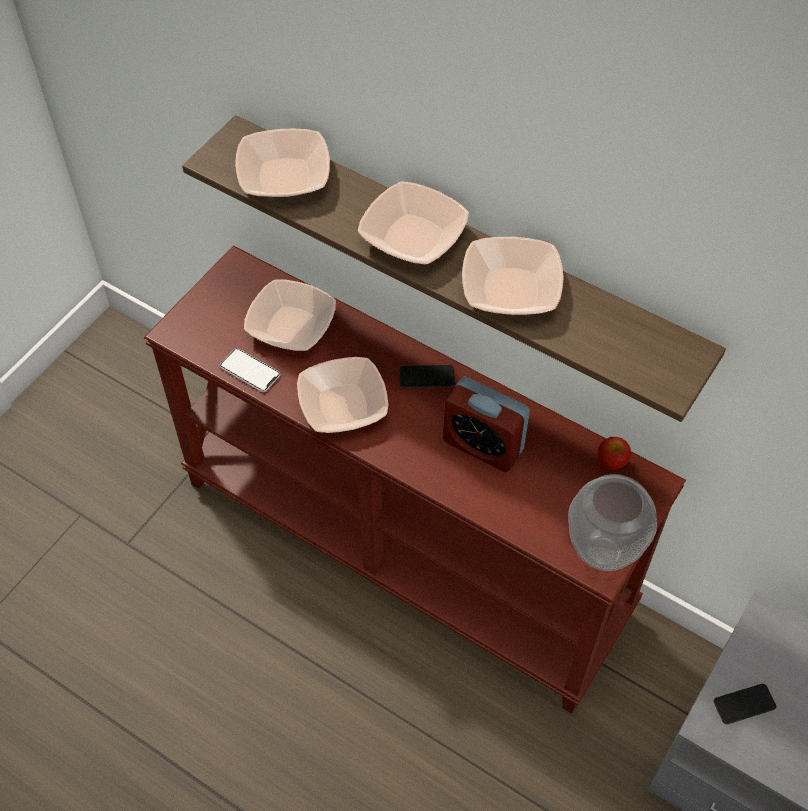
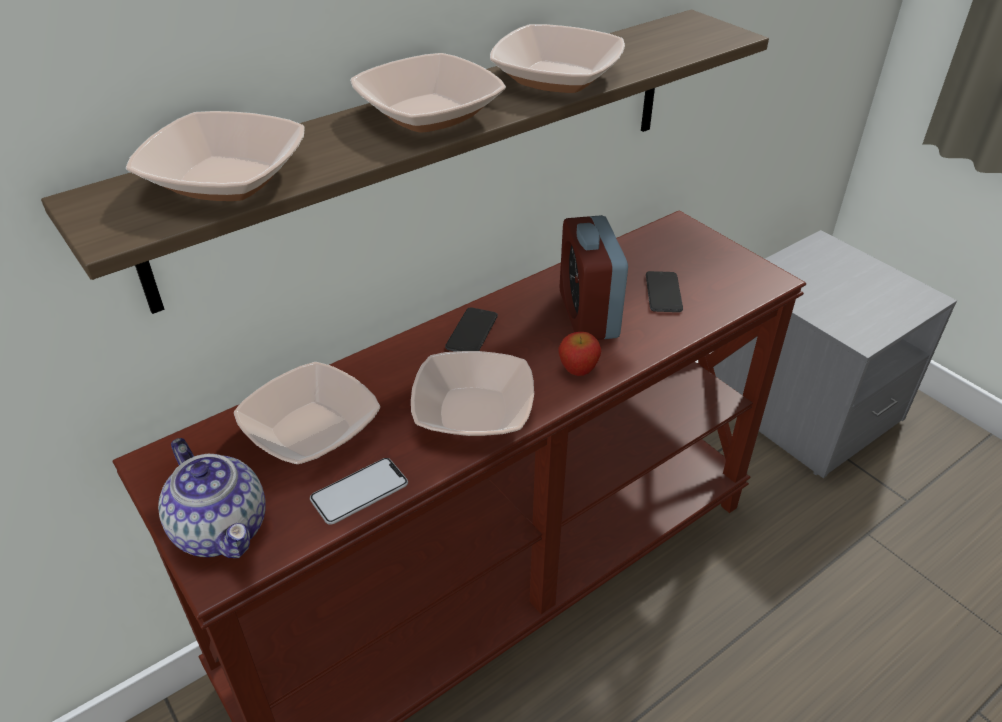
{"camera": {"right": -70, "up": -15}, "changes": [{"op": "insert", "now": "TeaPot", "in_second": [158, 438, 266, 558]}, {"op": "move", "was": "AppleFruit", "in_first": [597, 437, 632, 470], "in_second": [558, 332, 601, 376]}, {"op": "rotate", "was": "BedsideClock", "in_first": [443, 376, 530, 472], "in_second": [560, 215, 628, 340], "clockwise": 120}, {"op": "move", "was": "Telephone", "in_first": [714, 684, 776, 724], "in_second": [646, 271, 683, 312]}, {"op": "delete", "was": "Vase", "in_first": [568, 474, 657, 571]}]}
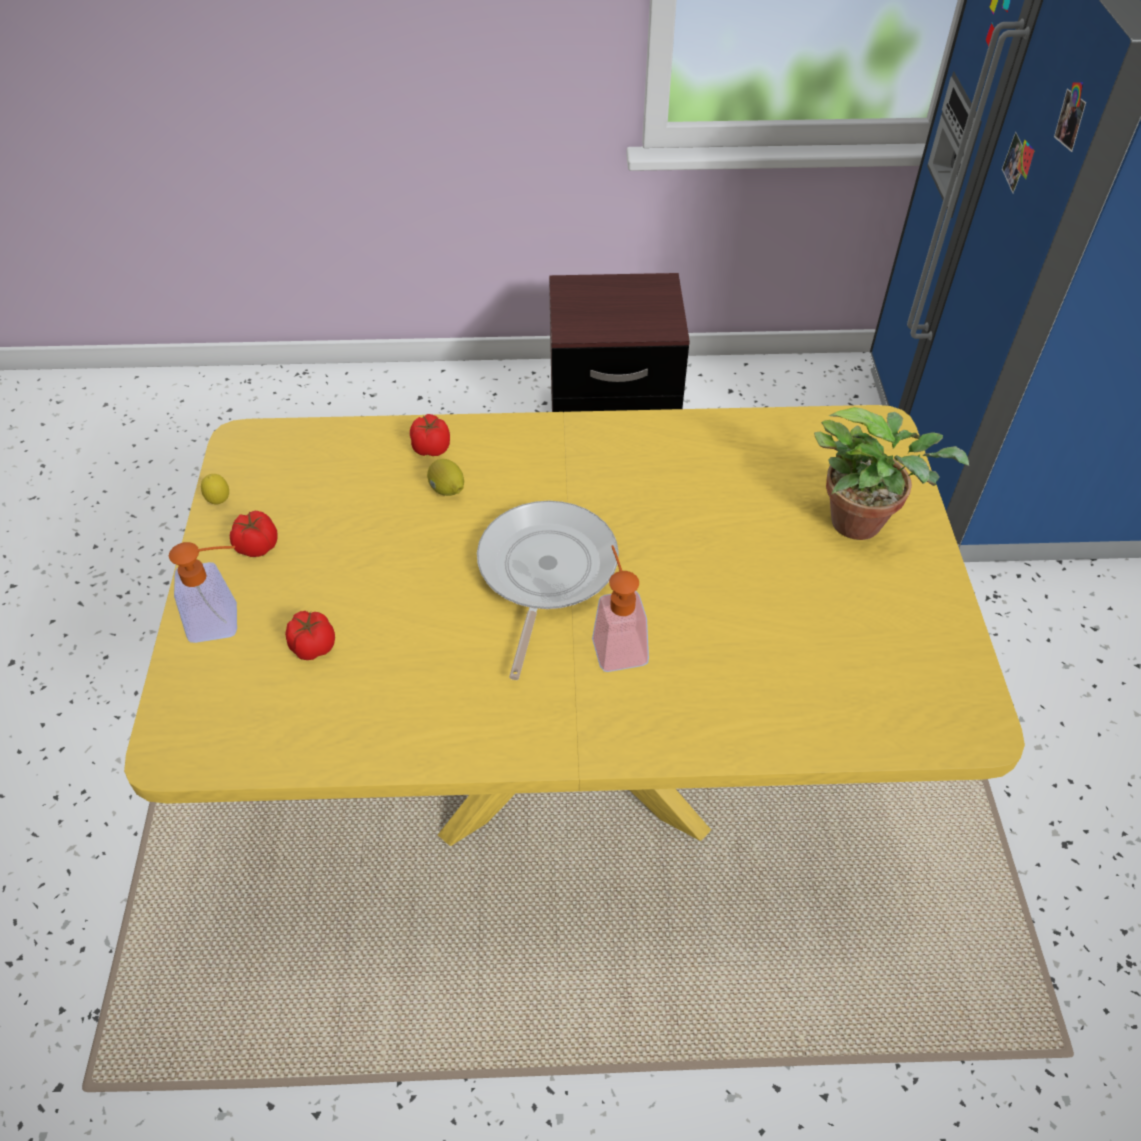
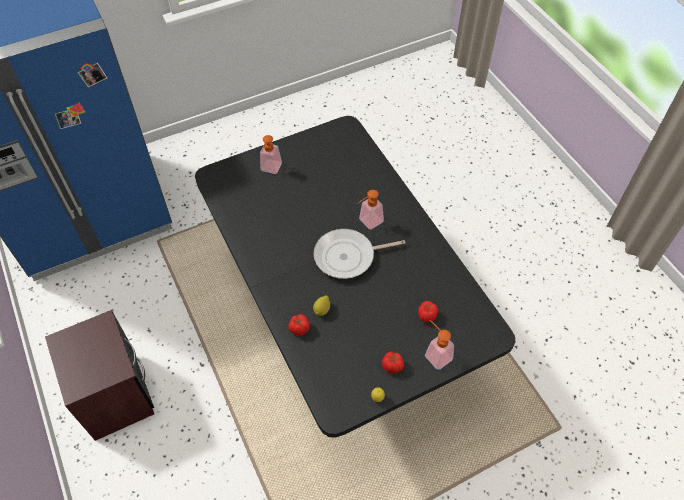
{"camera": {"right": -115, "up": 5}, "changes": [{"op": "recolor", "was": "YellowColouredKitchenTable", "now": "BlackColouredKitchenTable", "in_first": [124, 405, 1025, 846], "in_second": [195, 116, 515, 438]}, {"op": "replace", "was": "Houseplant", "now": "LiquidSoapBottle", "in_first": [814, 407, 969, 540], "in_second": [260, 135, 282, 174]}]}
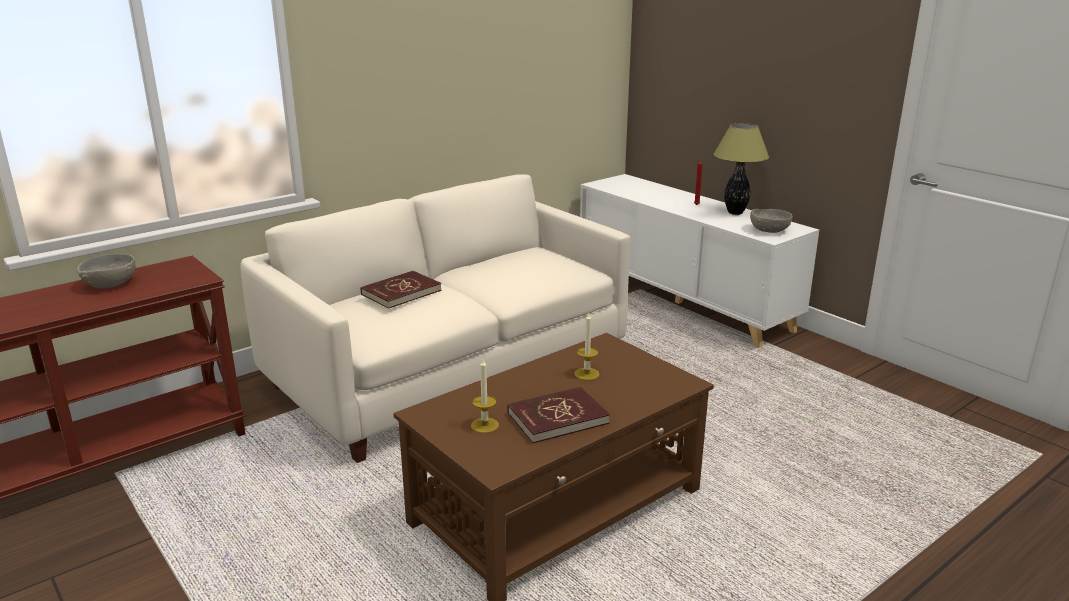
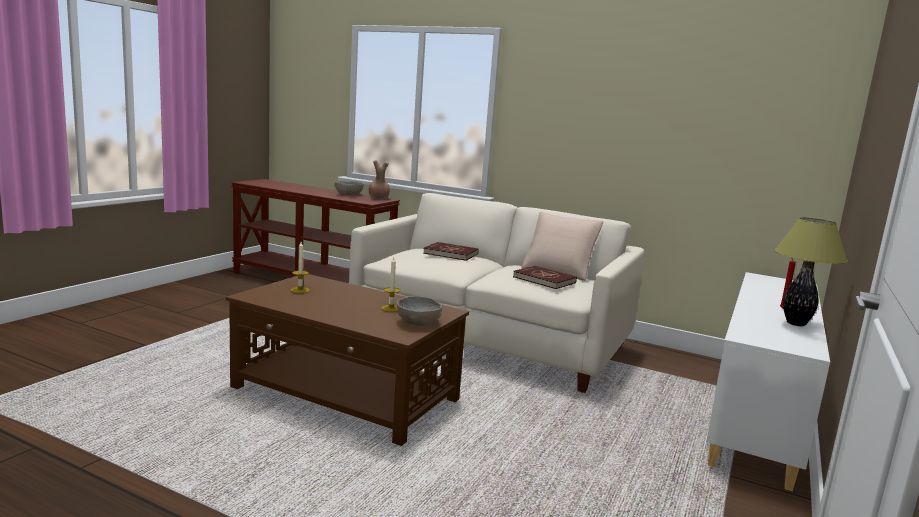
{"camera": {"right": 65, "up": -10}, "changes": [{"op": "insert", "now": "BrownishVase", "in_second": [369, 160, 390, 200]}, {"op": "move", "was": "GreyServingBowl", "in_first": [750, 209, 793, 233], "in_second": [397, 296, 442, 326]}, {"op": "move", "was": "RedColouredBoundBook", "in_first": [507, 387, 610, 443], "in_second": [513, 266, 577, 289]}, {"op": "insert", "now": "BeigeColouredCushion", "in_second": [521, 212, 604, 281]}]}
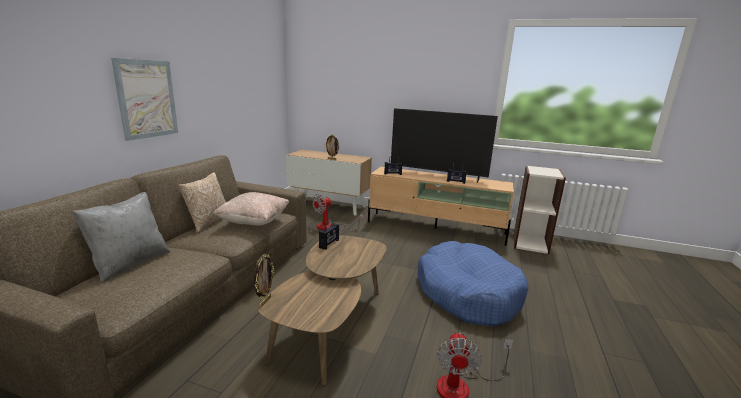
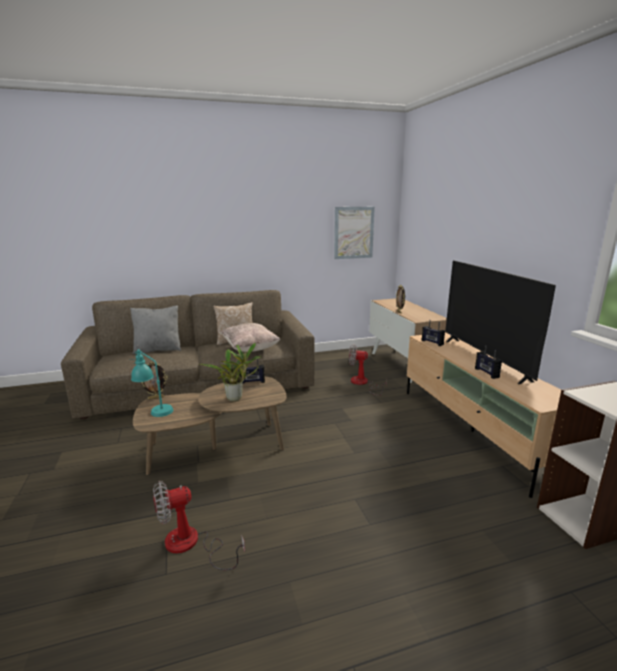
{"camera": {"right": 55, "up": 0}, "changes": [{"op": "insert", "now": "TurquoiseTableLamp", "in_second": [130, 349, 173, 417]}, {"op": "insert", "now": "Houseplant", "in_second": [198, 343, 260, 401]}, {"op": "move", "was": "Picture", "in_first": [111, 58, 178, 141], "in_second": [334, 207, 375, 259]}, {"op": "delete", "was": "BlueColouredDogCushion", "in_first": [417, 241, 528, 327]}]}
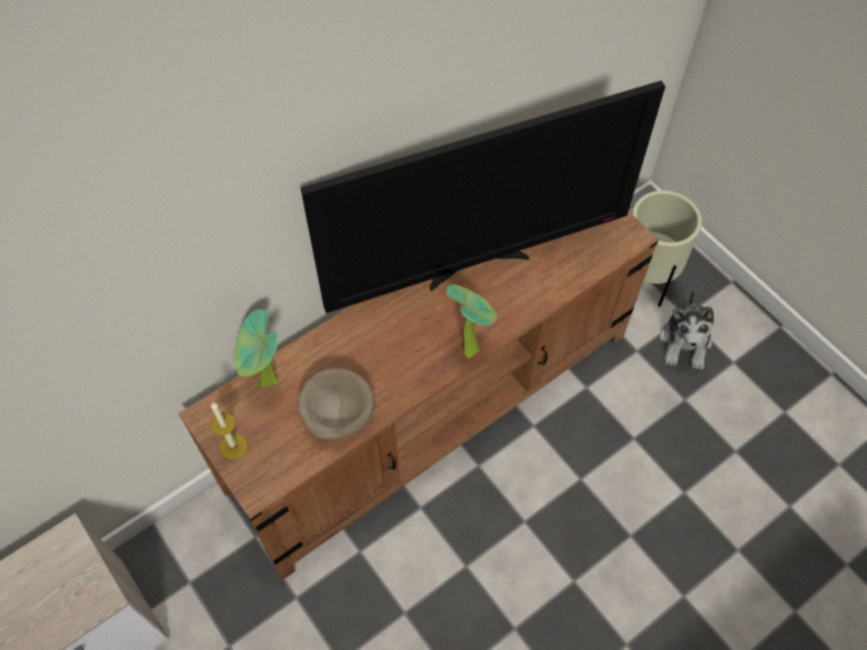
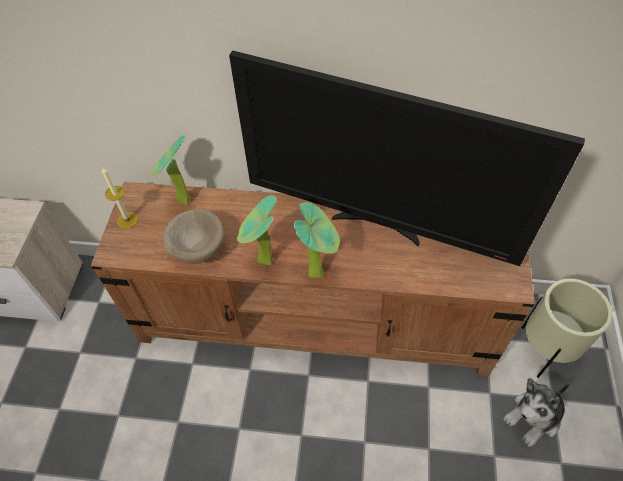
{"camera": {"right": 45, "up": -5}, "changes": [{"op": "insert", "now": "Houseplant", "in_second": [237, 195, 277, 265]}]}
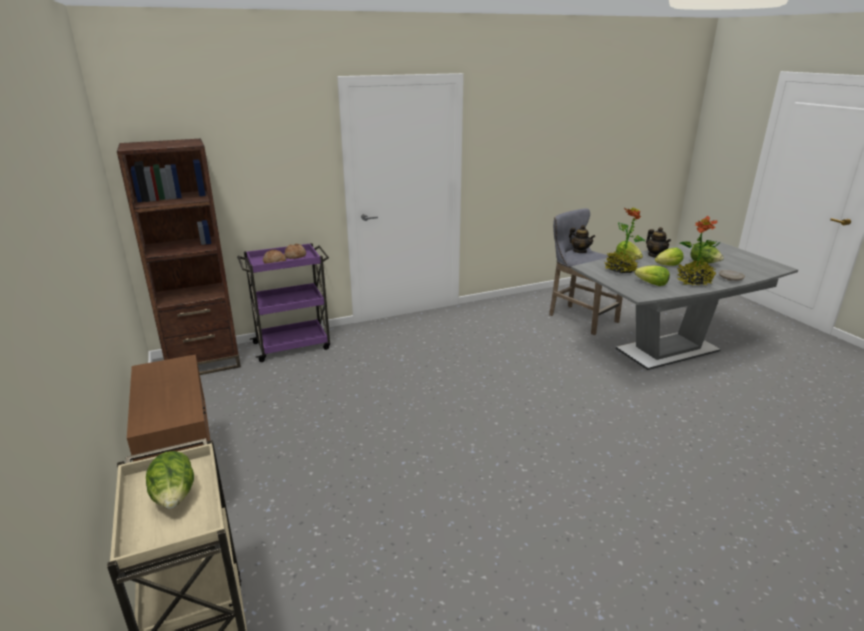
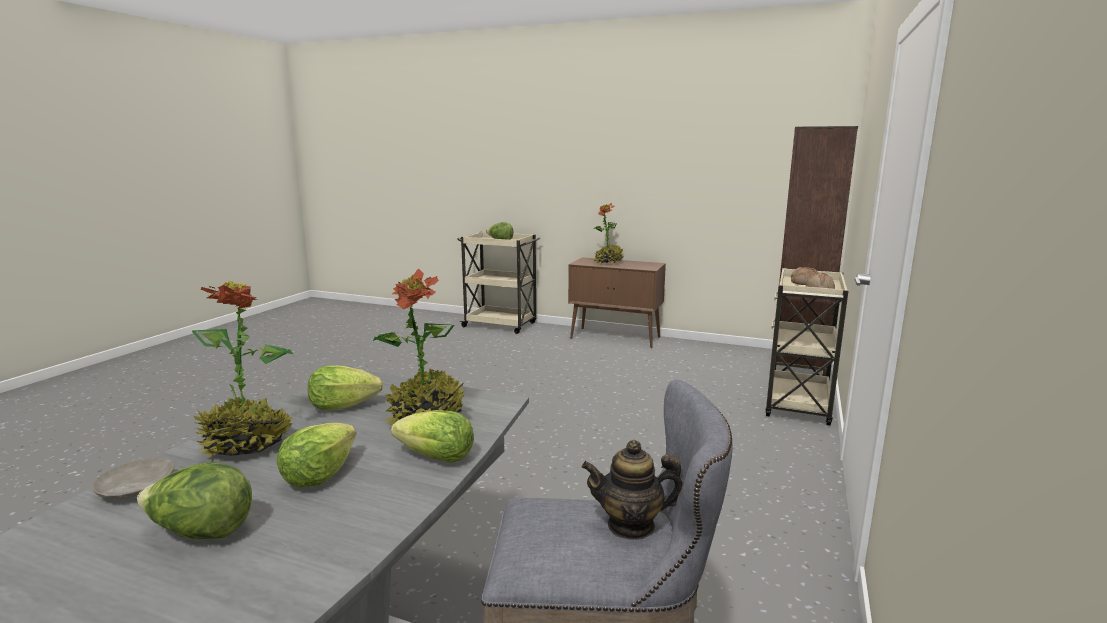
{"camera": {"right": 135, "up": -10}, "changes": [{"op": "insert", "now": "Houseplant", "in_second": [593, 203, 624, 263]}, {"op": "recolor", "was": "PurpleTrolley", "now": "BeigeColouredTrolley", "in_first": [237, 243, 330, 362], "in_second": [765, 268, 848, 426]}, {"op": "delete", "was": "TeaPot", "in_first": [646, 227, 671, 258]}]}
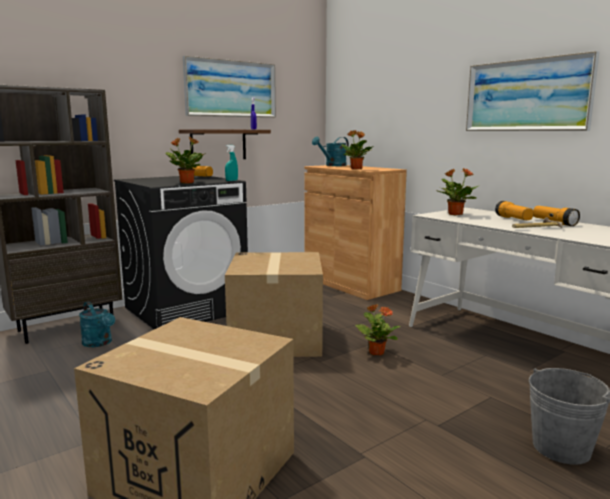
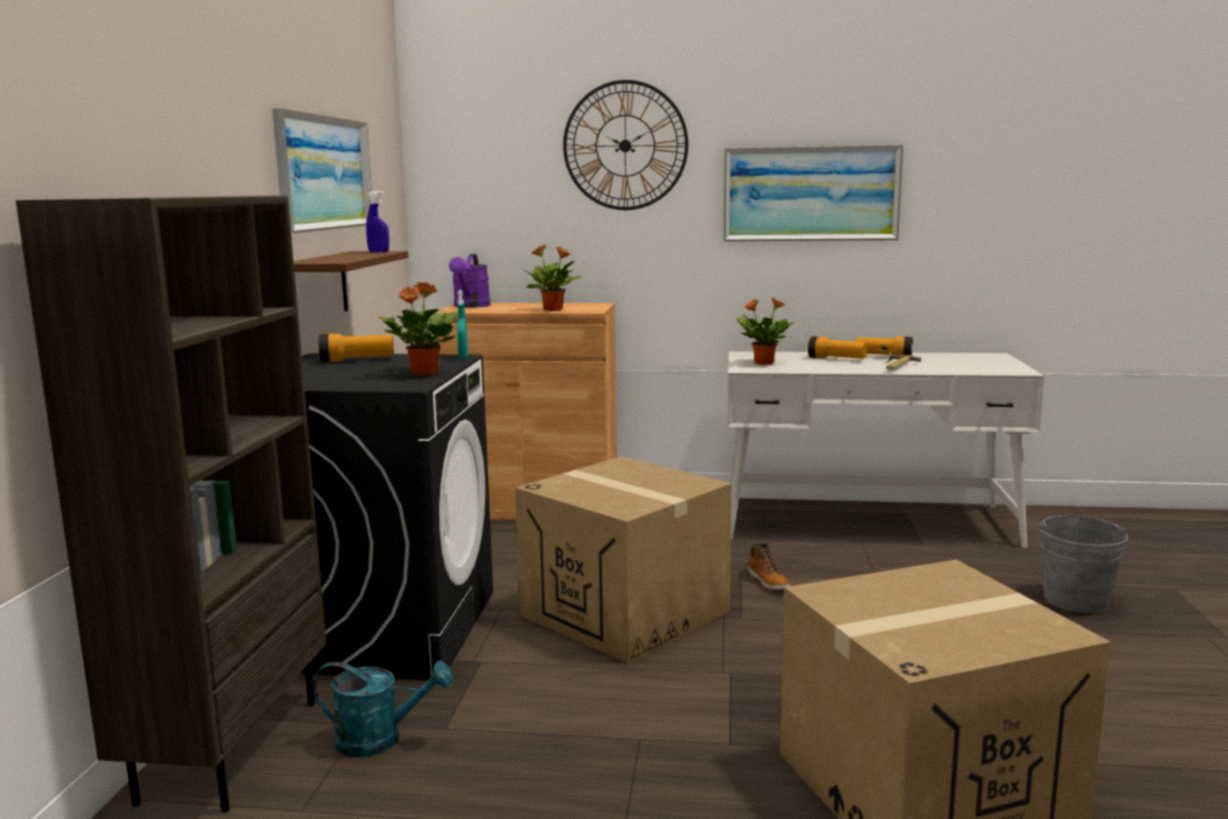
{"camera": {"right": -45, "up": 0}, "changes": [{"op": "recolor", "was": "TurquoiseWateringCan", "now": "PurpleWateringCan", "in_first": [312, 137, 349, 166], "in_second": [449, 254, 491, 308]}, {"op": "insert", "now": "WallClock", "in_second": [563, 80, 688, 210]}, {"op": "replace", "was": "Houseplant", "now": "HighTopBoot", "in_first": [355, 304, 401, 355], "in_second": [748, 543, 791, 590]}]}
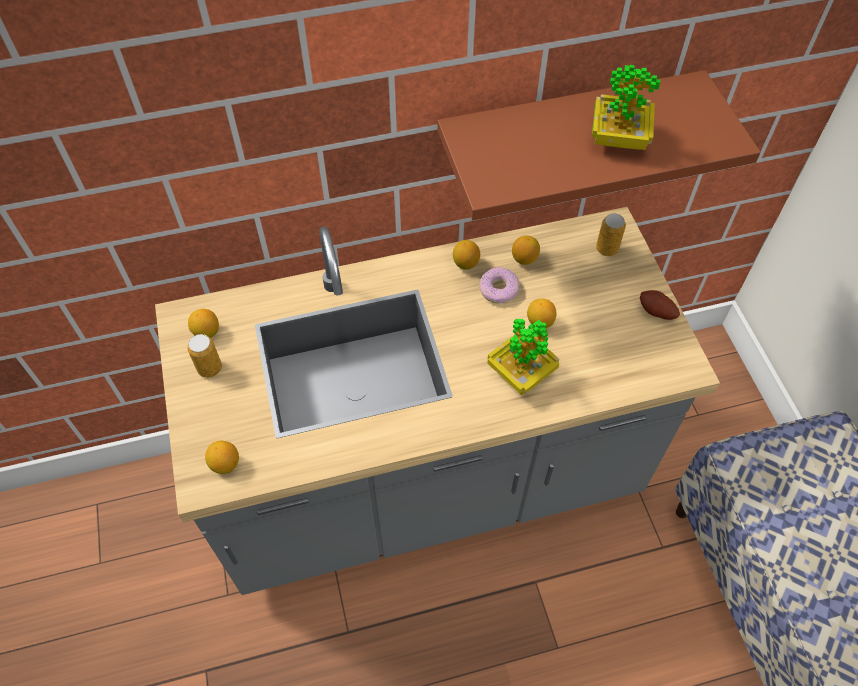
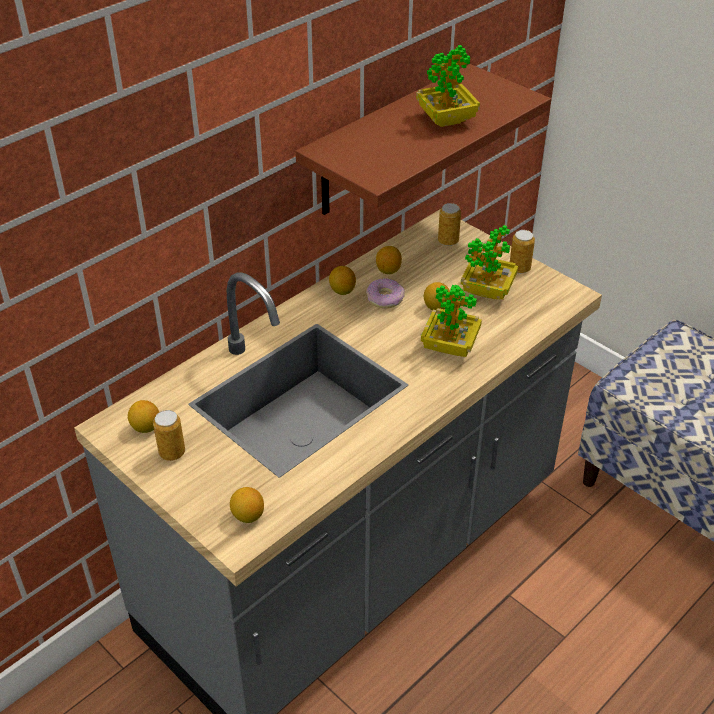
{"camera": {"right": -30, "up": -15}, "changes": [{"op": "insert", "now": "Houseplant", "in_second": [461, 225, 518, 300]}, {"op": "replace", "was": "Spud", "now": "MetalCan", "in_first": [640, 290, 680, 320], "in_second": [510, 230, 535, 274]}]}
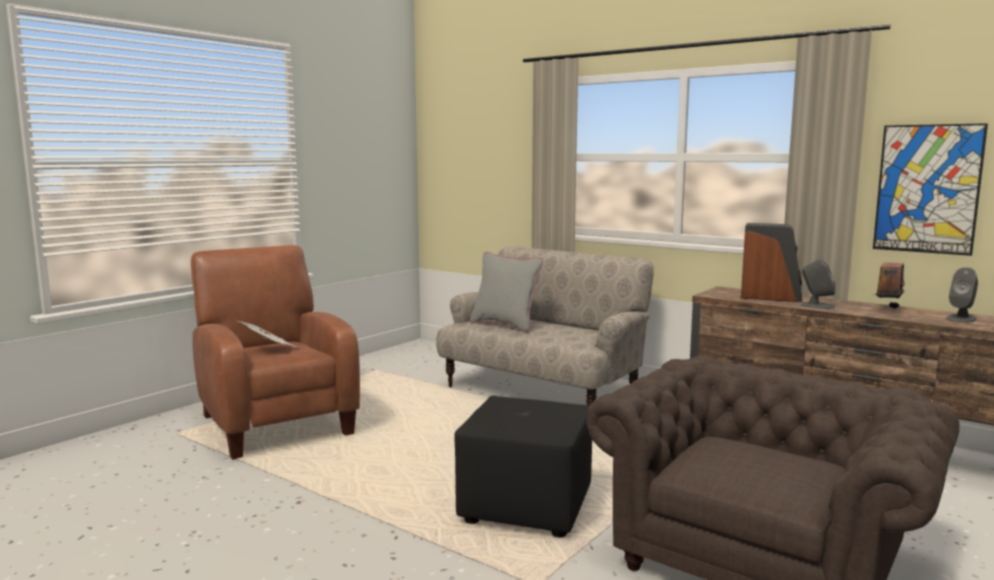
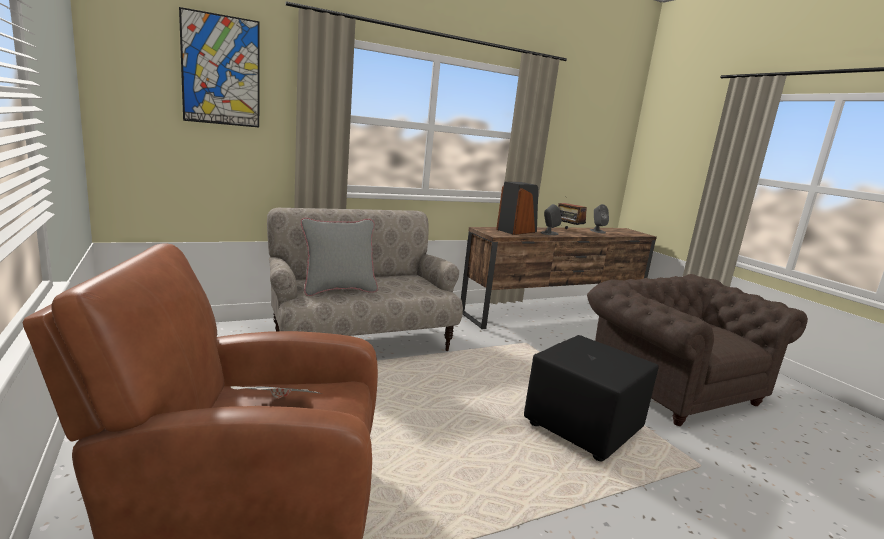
{"camera": {"right": -65, "up": 5}, "changes": [{"op": "move", "was": "Picture", "in_first": [873, 123, 988, 256], "in_second": [179, 7, 260, 127]}]}
